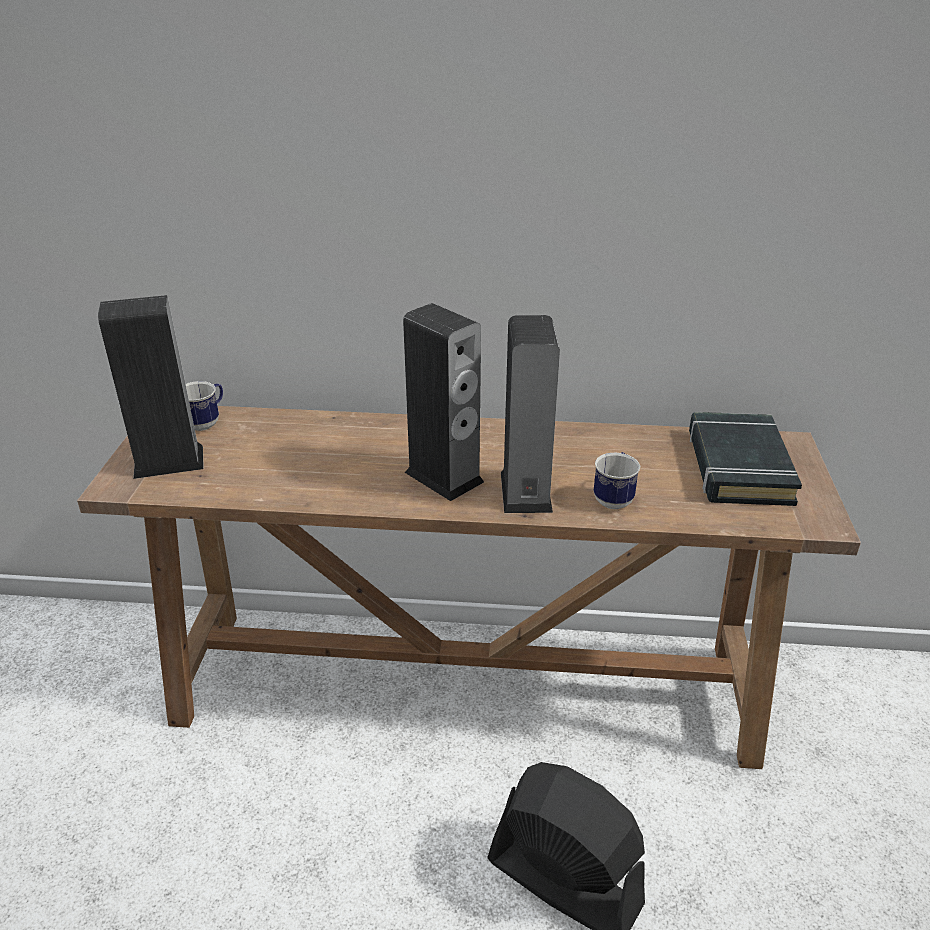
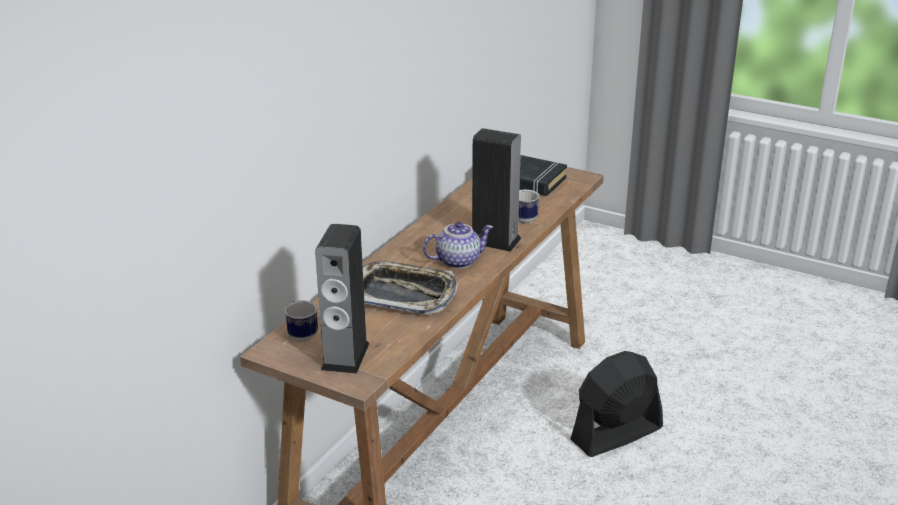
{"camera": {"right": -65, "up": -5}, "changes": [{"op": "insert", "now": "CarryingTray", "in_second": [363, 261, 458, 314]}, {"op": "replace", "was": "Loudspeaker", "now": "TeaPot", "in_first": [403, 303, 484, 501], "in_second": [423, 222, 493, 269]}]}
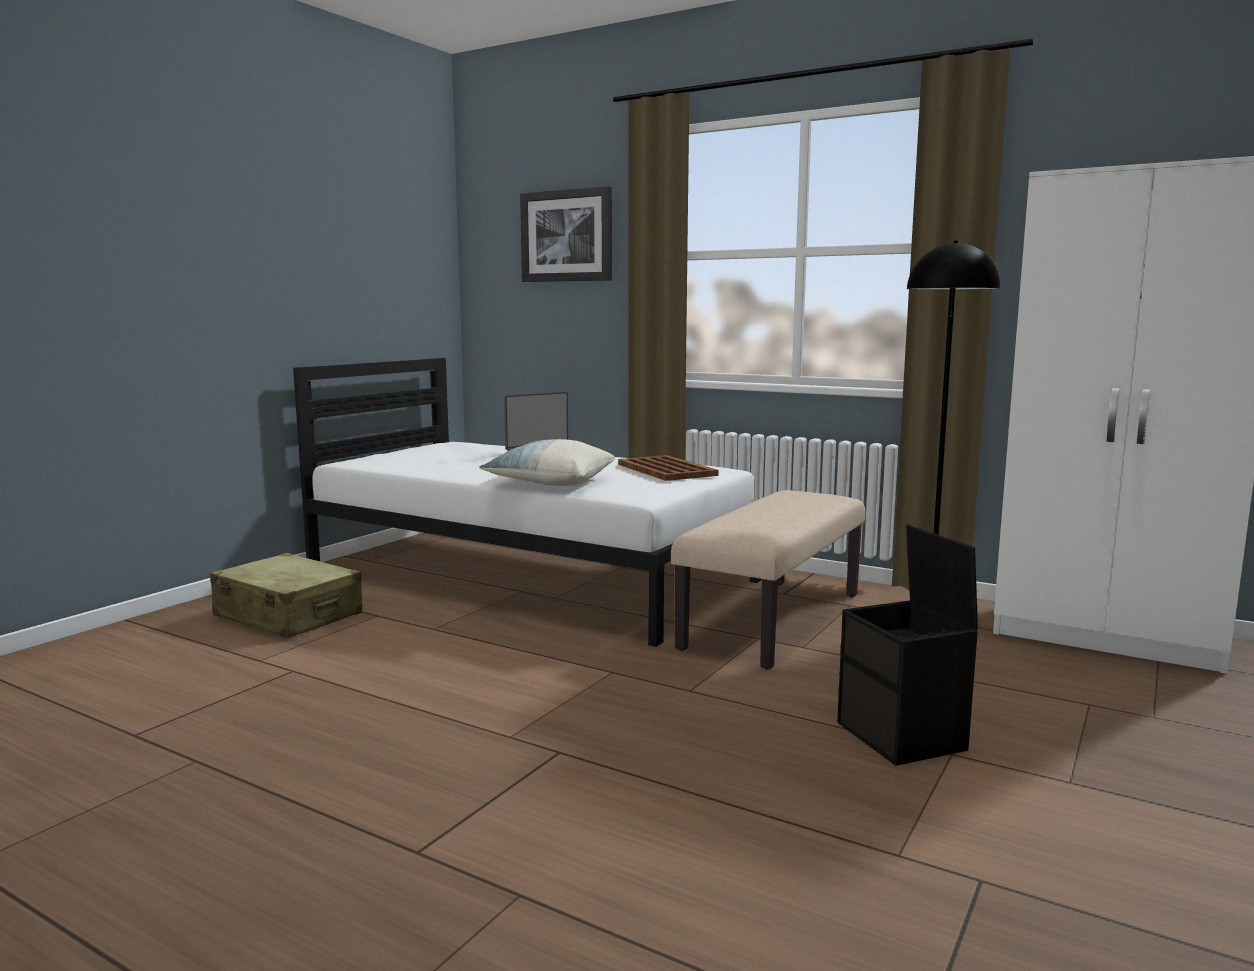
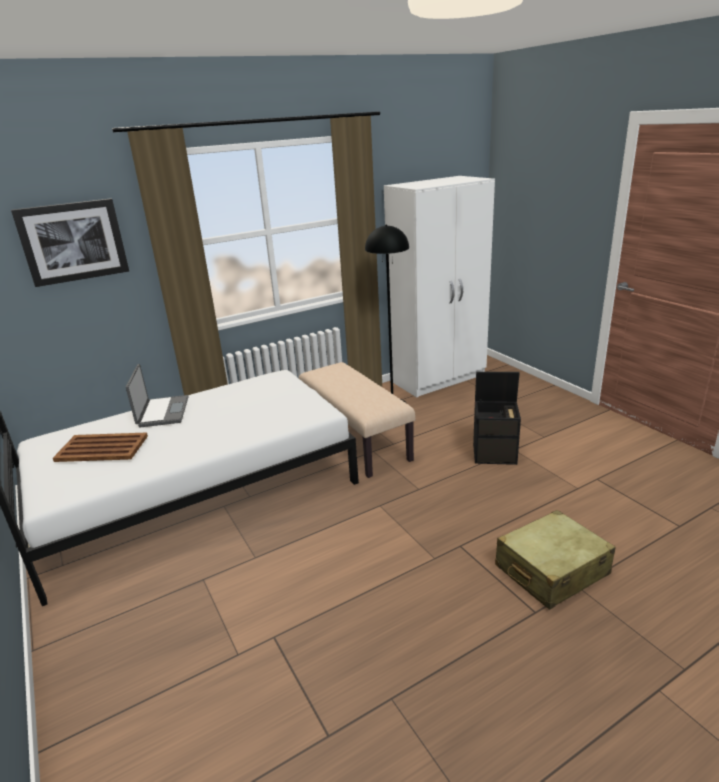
{"camera": {"right": -60, "up": 15}, "changes": [{"op": "move", "was": "BrownishCarryingTray", "in_first": [618, 455, 718, 481], "in_second": [53, 432, 148, 462]}, {"op": "move", "was": "BeigeColouredPieceOfLuggage", "in_first": [210, 553, 362, 638], "in_second": [495, 510, 615, 610]}, {"op": "delete", "was": "Cushion", "in_first": [479, 439, 615, 486]}]}
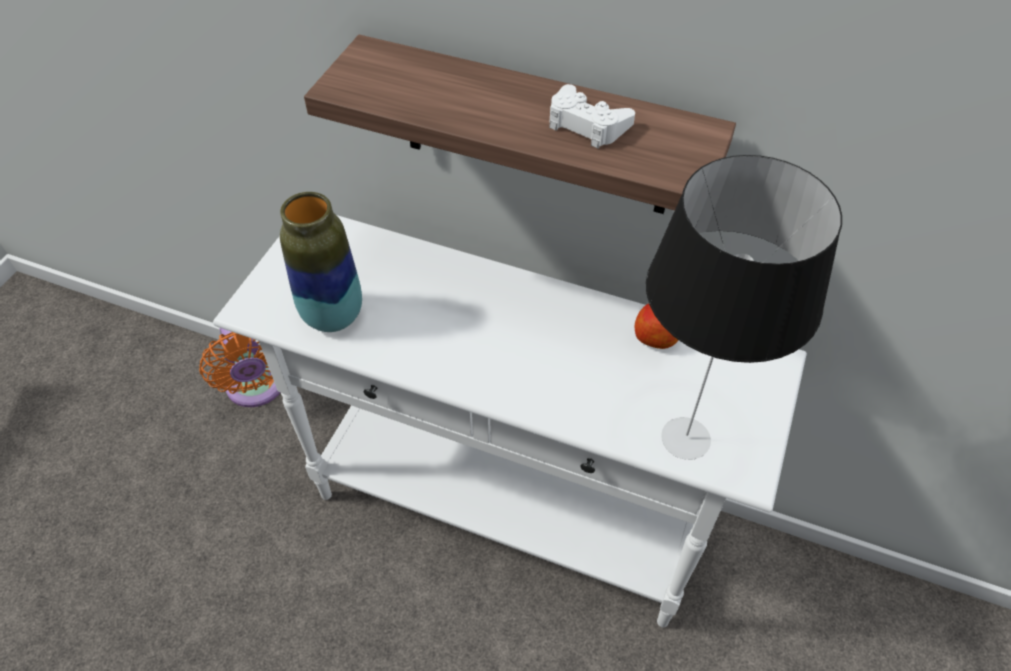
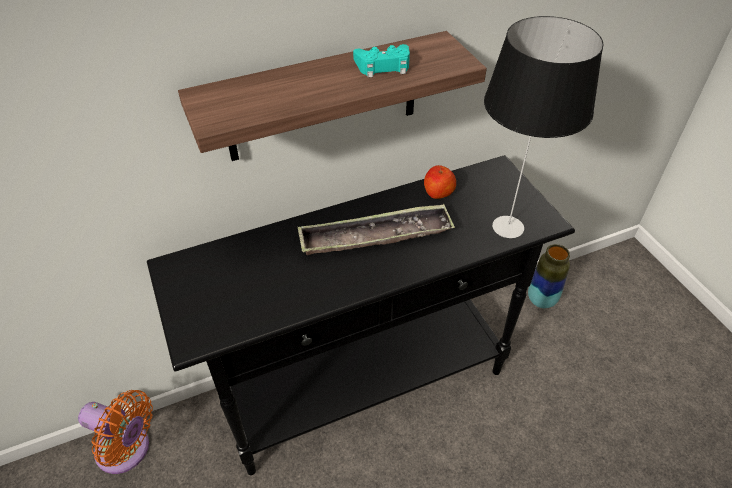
{"camera": {"right": -45, "up": -5}, "changes": [{"op": "recolor", "was": "WhiteColouredNarrowTable", "now": "BlackColouredNarrowTable", "in_first": [213, 215, 807, 627], "in_second": [147, 155, 575, 475]}, {"op": "insert", "now": "CarryingTray", "in_second": [298, 204, 455, 255]}, {"op": "recolor", "was": "WhiteColouredGamepad", "now": "TurquoiseGamepad", "in_first": [549, 84, 635, 148], "in_second": [353, 44, 410, 78]}, {"op": "move", "was": "Vase", "in_first": [280, 192, 362, 332], "in_second": [528, 244, 570, 309]}]}
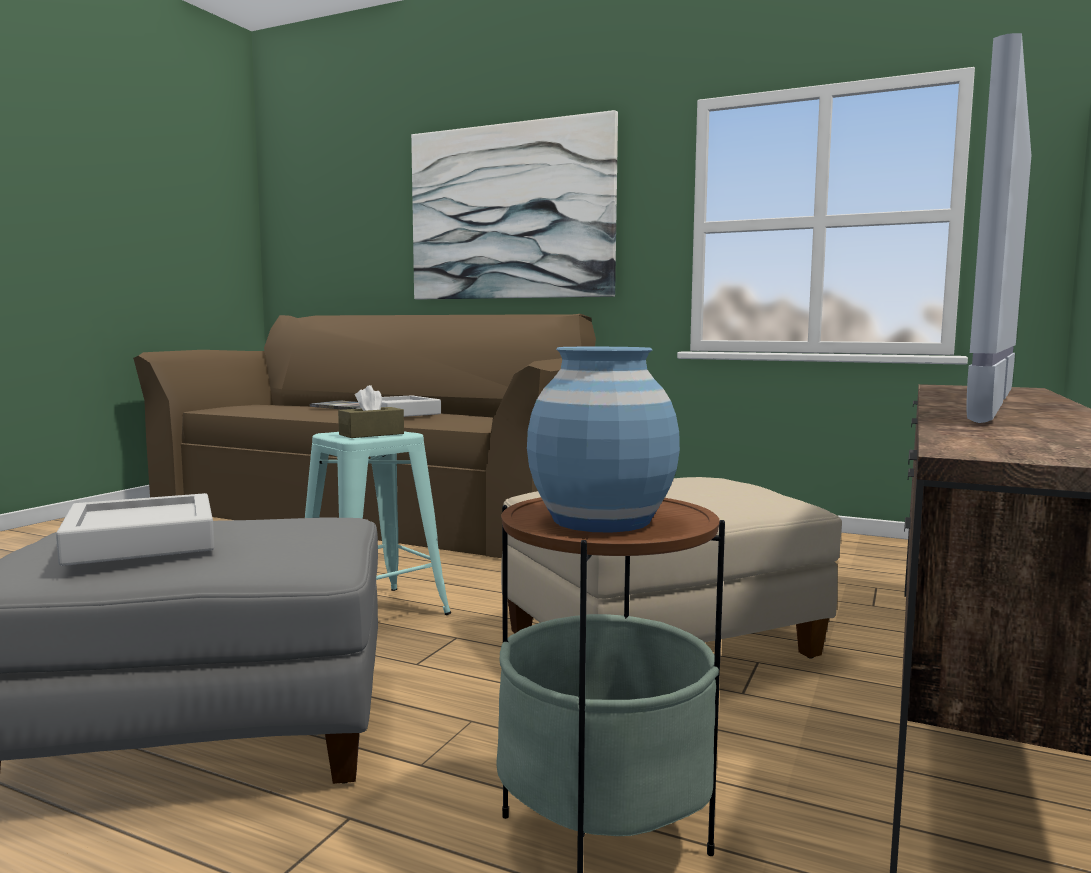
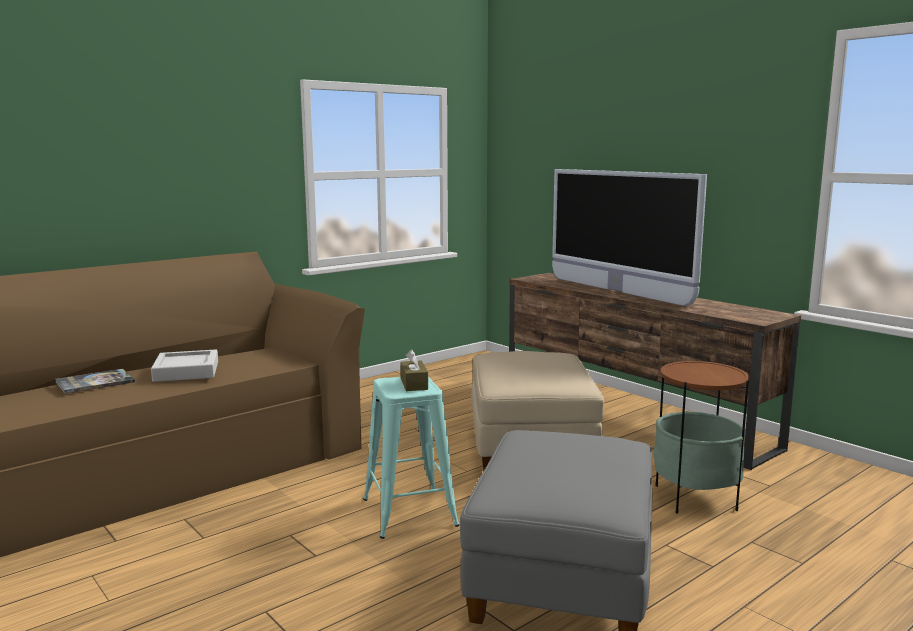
{"camera": {"right": -65, "up": 5}, "changes": [{"op": "delete", "was": "GreyCarryingTray", "in_first": [56, 493, 214, 566]}, {"op": "delete", "was": "Picture", "in_first": [411, 110, 618, 300]}, {"op": "delete", "was": "BlueColouredVase", "in_first": [527, 347, 680, 533]}]}
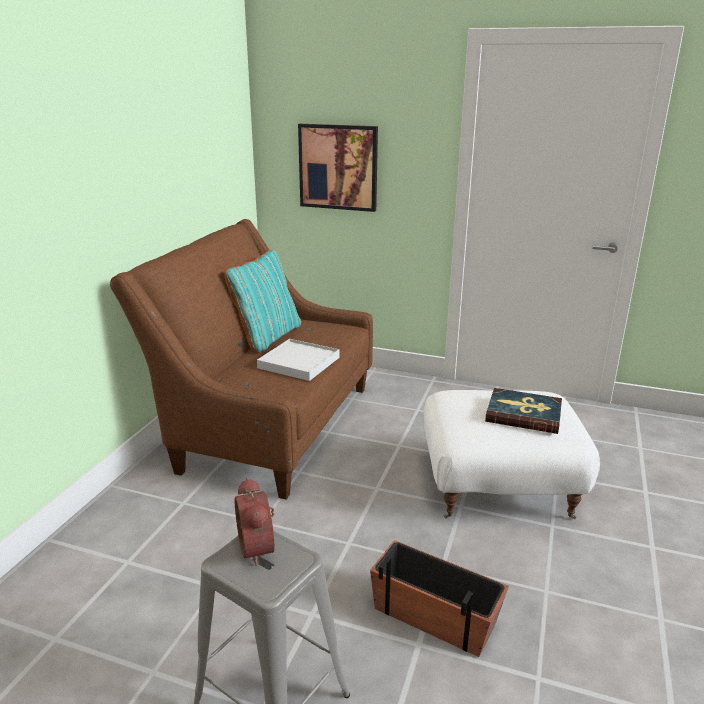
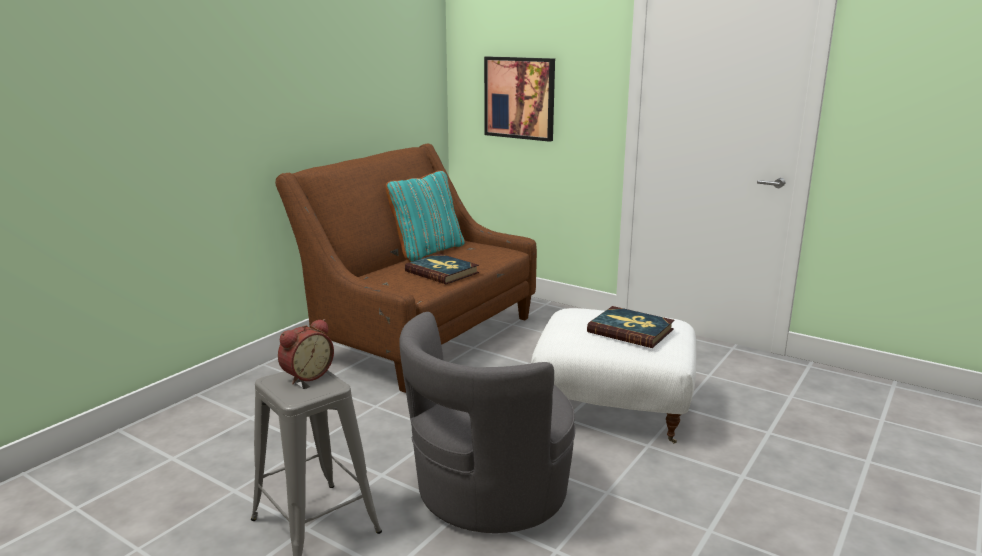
{"camera": {"right": 15, "up": -5}, "changes": [{"op": "rotate", "was": "BedsideClock", "in_first": [234, 477, 274, 566], "in_second": [278, 319, 334, 384], "clockwise": -135}, {"op": "replace", "was": "FlowerPot", "now": "GreyEasyChair", "in_first": [370, 540, 509, 657], "in_second": [399, 312, 575, 533]}, {"op": "replace", "was": "WhiteColouredCarryingTray", "now": "BoundBook", "in_first": [257, 339, 339, 381], "in_second": [405, 254, 479, 284]}]}
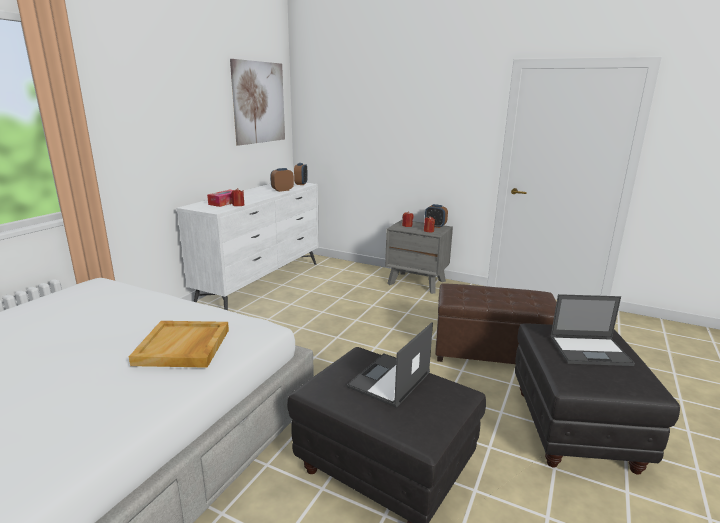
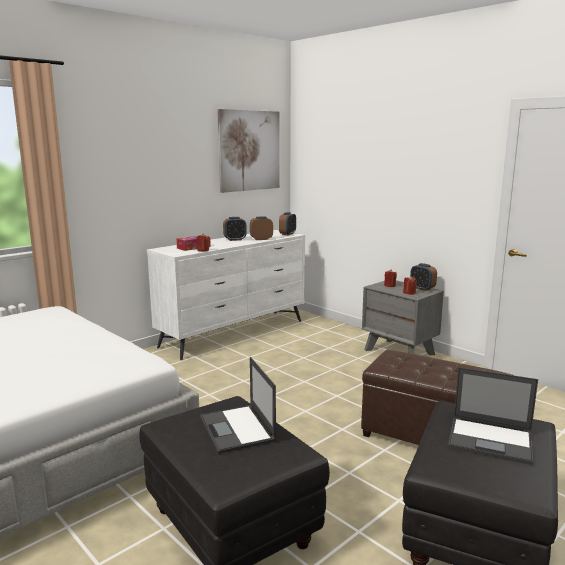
{"camera": {"right": 20, "up": -5}, "changes": [{"op": "rotate", "was": "PortableComputer", "in_first": [347, 322, 433, 408], "in_second": [200, 357, 277, 454], "clockwise": -75}, {"op": "insert", "now": "BedsideClock", "in_second": [223, 217, 247, 241]}, {"op": "delete", "was": "BeigeColouredCarryingTray", "in_first": [129, 321, 229, 368]}]}
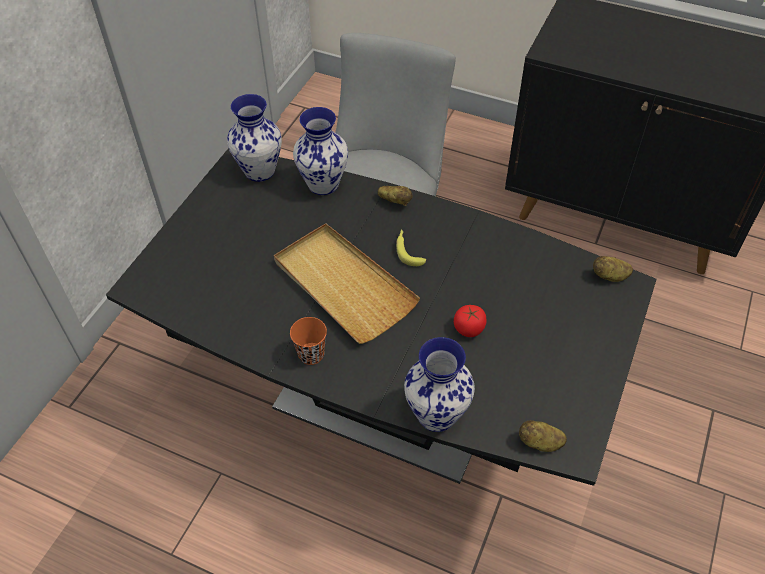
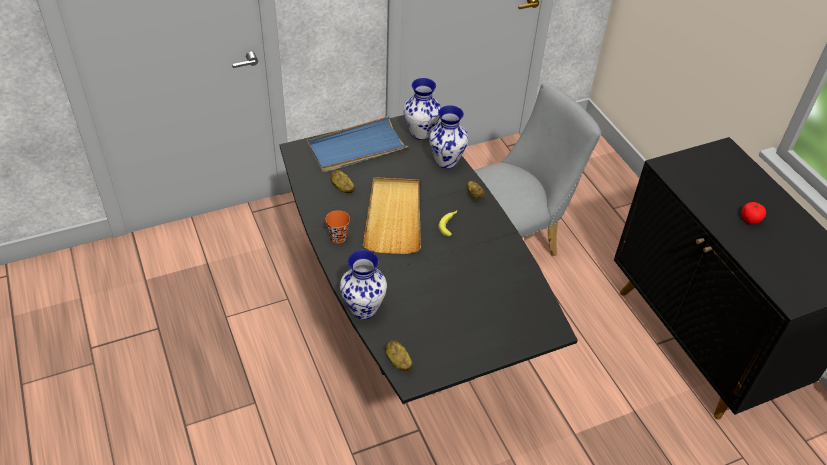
{"camera": {"right": 40, "up": -5}, "changes": [{"op": "insert", "now": "BlueColouredCarryingTray", "in_second": [307, 116, 409, 172]}, {"op": "move", "was": "Spud", "in_first": [593, 256, 633, 282], "in_second": [330, 170, 355, 193]}, {"op": "move", "was": "WholeTomato", "in_first": [454, 305, 487, 337], "in_second": [741, 202, 766, 224]}]}
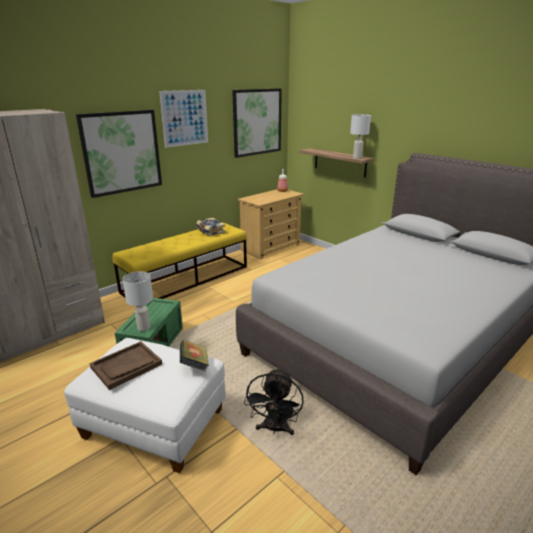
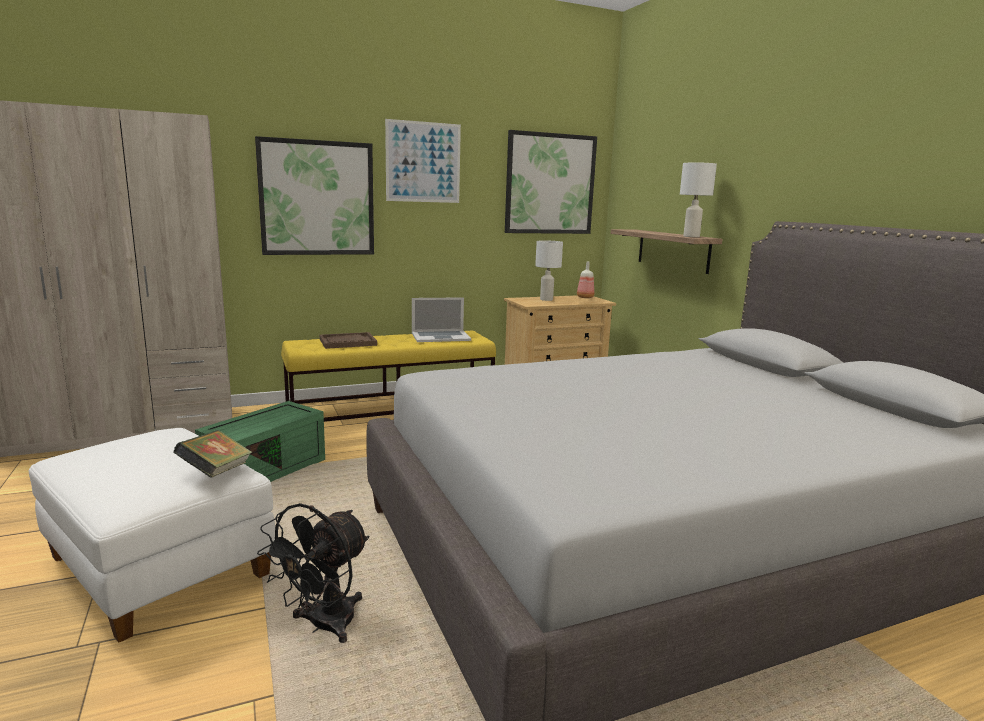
{"camera": {"right": 20, "up": -10}, "changes": [{"op": "move", "was": "BrownishCarryingTray", "in_first": [89, 341, 162, 390], "in_second": [320, 332, 377, 349]}, {"op": "replace", "was": "BoundBook", "now": "PortableComputer", "in_first": [197, 218, 226, 236], "in_second": [412, 297, 471, 342]}, {"op": "move", "was": "WhiteColouredTableLamp", "in_first": [123, 271, 153, 331], "in_second": [535, 240, 563, 301]}]}
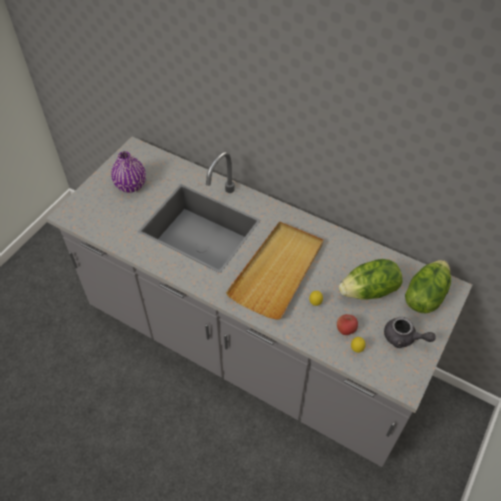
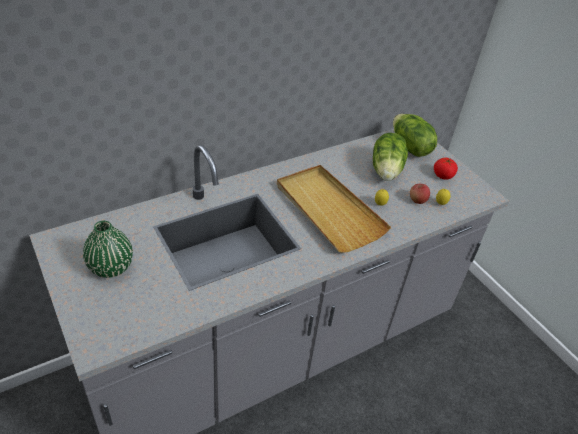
{"camera": {"right": -65, "up": -10}, "changes": [{"op": "recolor", "was": "PurpleVase", "now": "GreenishVase", "in_first": [111, 151, 146, 193], "in_second": [83, 221, 133, 278]}, {"op": "replace", "was": "GreyTeaPot", "now": "WholeTomato", "in_first": [384, 317, 436, 348], "in_second": [434, 158, 458, 180]}]}
